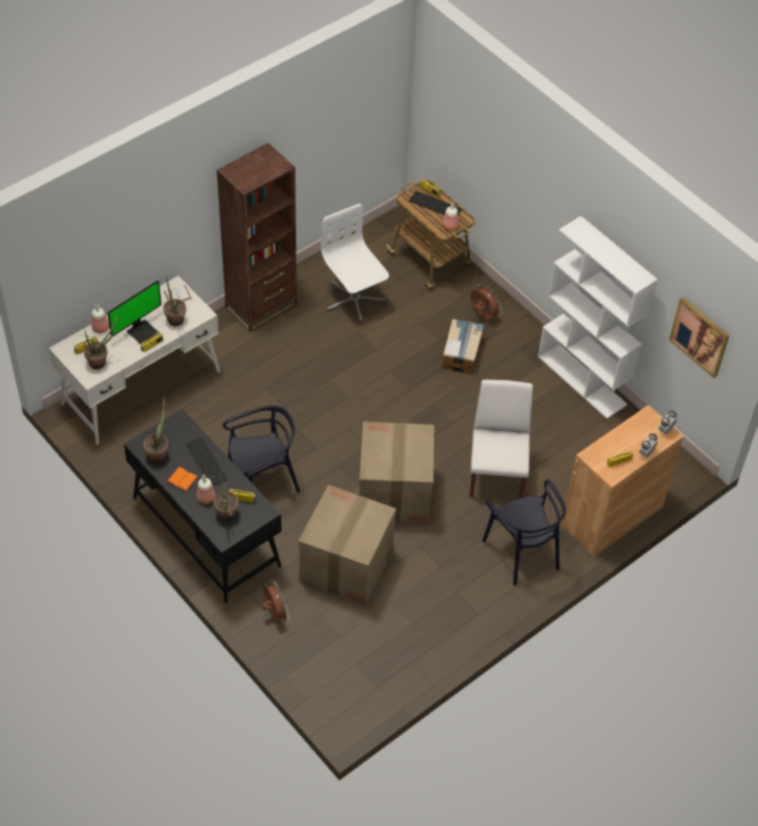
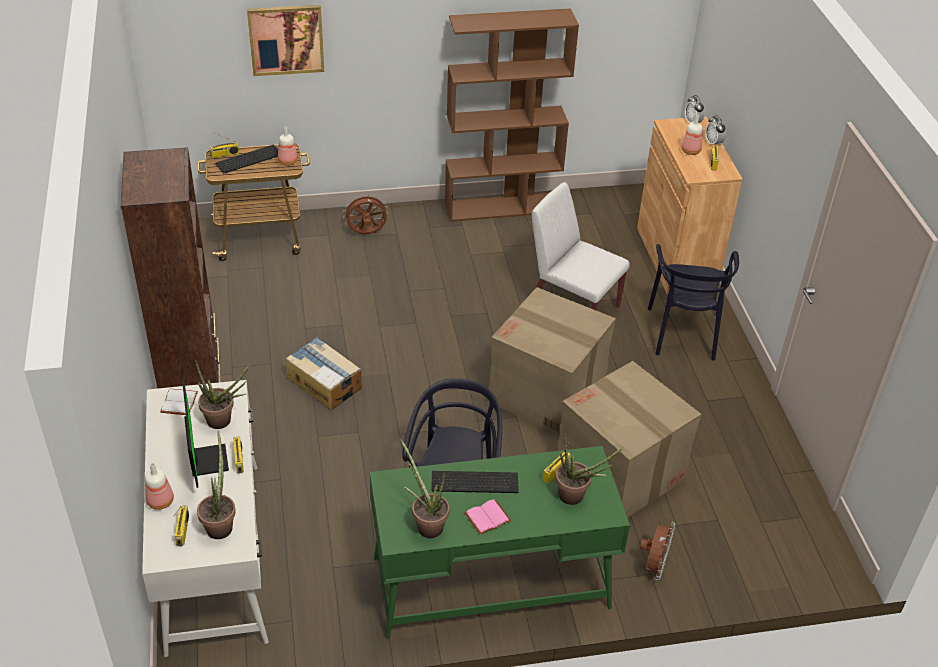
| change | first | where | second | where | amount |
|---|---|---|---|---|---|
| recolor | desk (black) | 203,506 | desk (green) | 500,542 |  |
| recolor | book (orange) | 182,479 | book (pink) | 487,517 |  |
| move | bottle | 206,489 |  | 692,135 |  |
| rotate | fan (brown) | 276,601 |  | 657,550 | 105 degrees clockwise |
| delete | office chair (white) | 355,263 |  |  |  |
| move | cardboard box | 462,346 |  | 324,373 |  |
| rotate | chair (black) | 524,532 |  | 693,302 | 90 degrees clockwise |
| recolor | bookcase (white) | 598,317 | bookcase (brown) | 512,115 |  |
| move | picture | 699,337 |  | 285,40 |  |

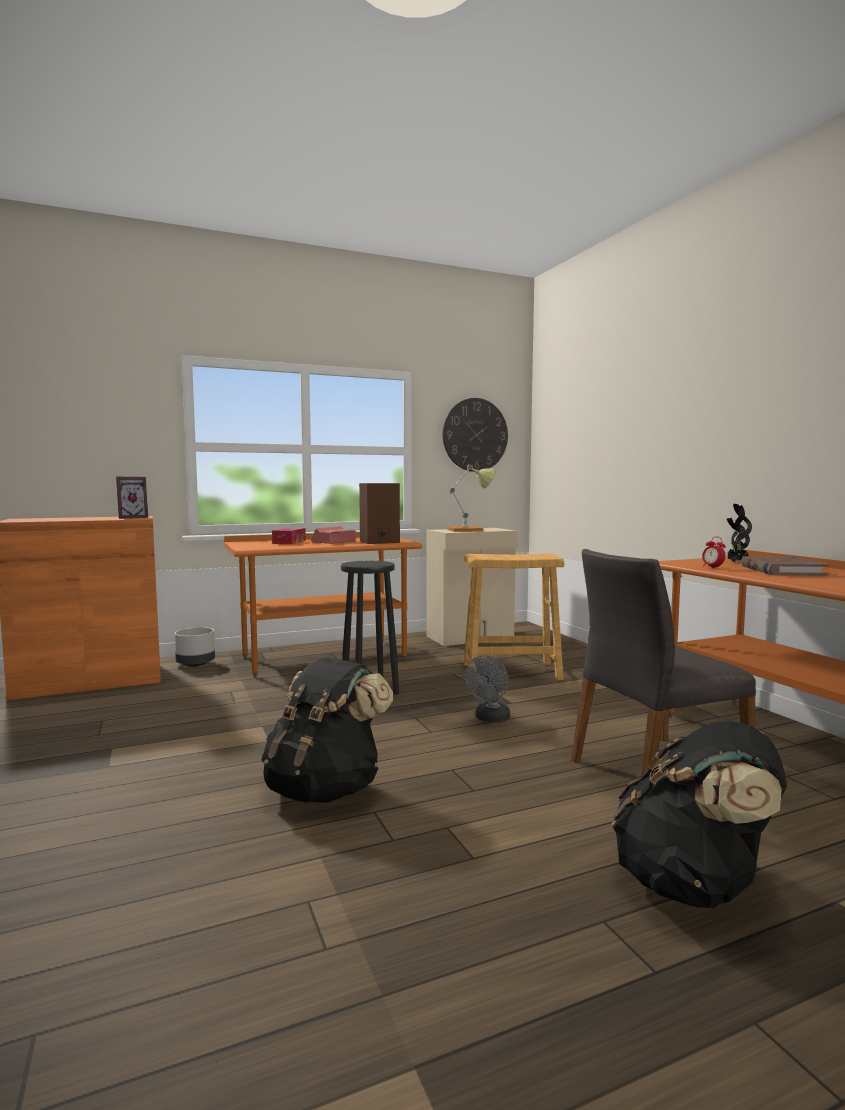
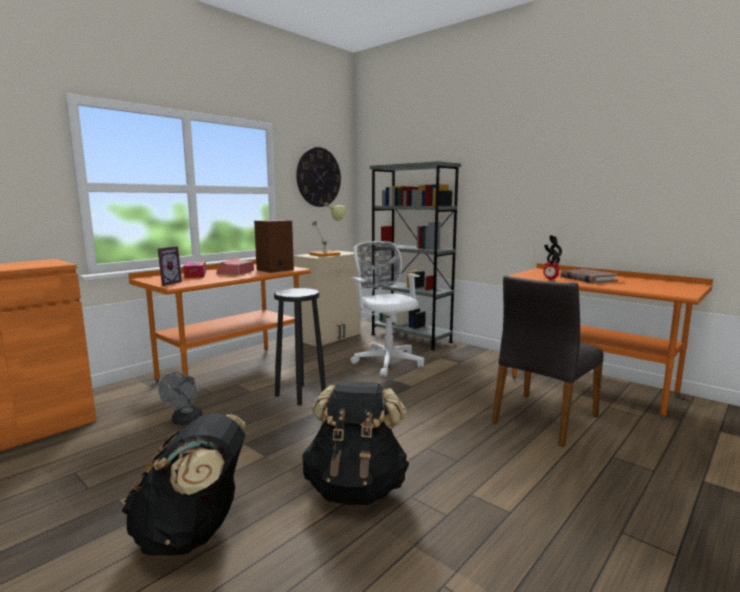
| change | first | where | second | where | amount |
|---|---|---|---|---|---|
| move | picture frame | 132,498 |  | 170,266 |  |
| delete | planter (grey) | 194,647 |  |  |  |
| replace | stool (beige) | 513,617 | office chair (white) | 387,309 |  |
| move | fan (grey) | 487,689 |  | 180,398 |  |
| move | backpack (black) | 699,814 |  | 184,484 |  |
| insert |  |  | bookcase (grey) | 415,255 |  |

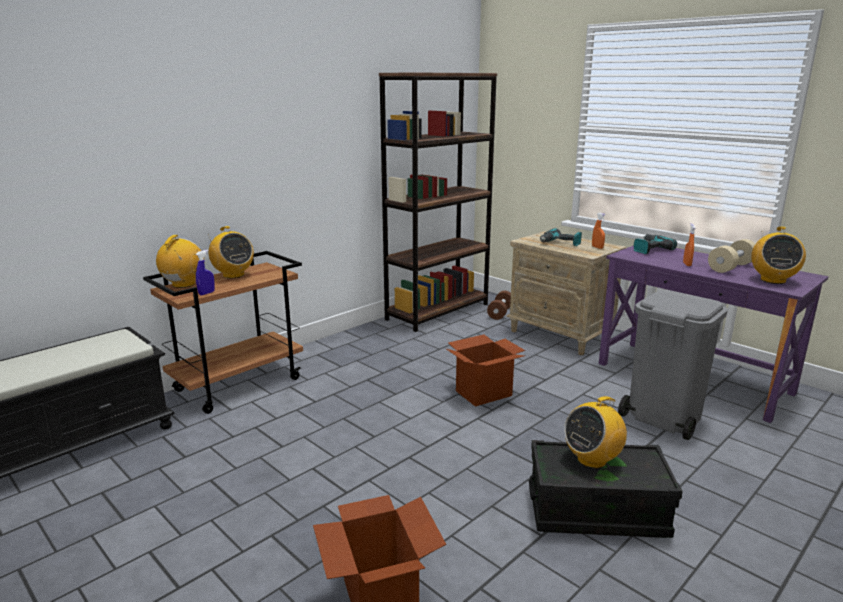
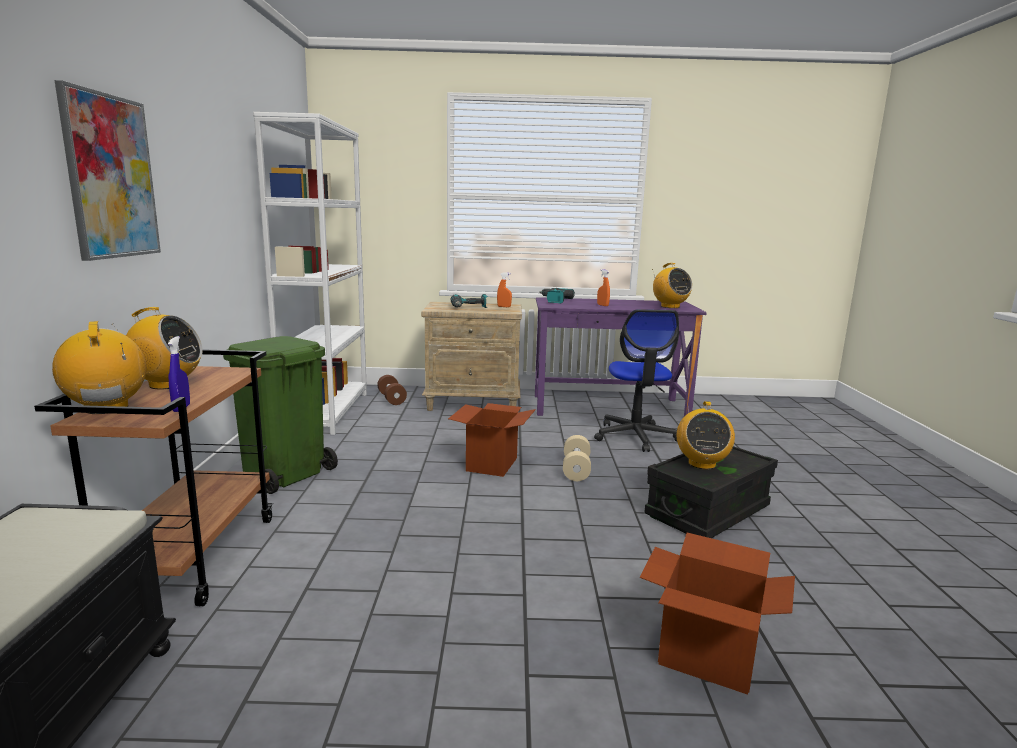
| change | first | where | second | where | amount |
|---|---|---|---|---|---|
| recolor | bookcase (brown) | 438,202 | bookcase (white) | 310,273 |  |
| replace | trash can (grey) | 673,365 | office chair | 636,380 |  |
| move | dumbbell (beige) | 731,256 |  | 577,458 |  |
| insert |  |  | picture | 108,170 |  |
| insert |  |  | trash can (green) | 280,415 |  |

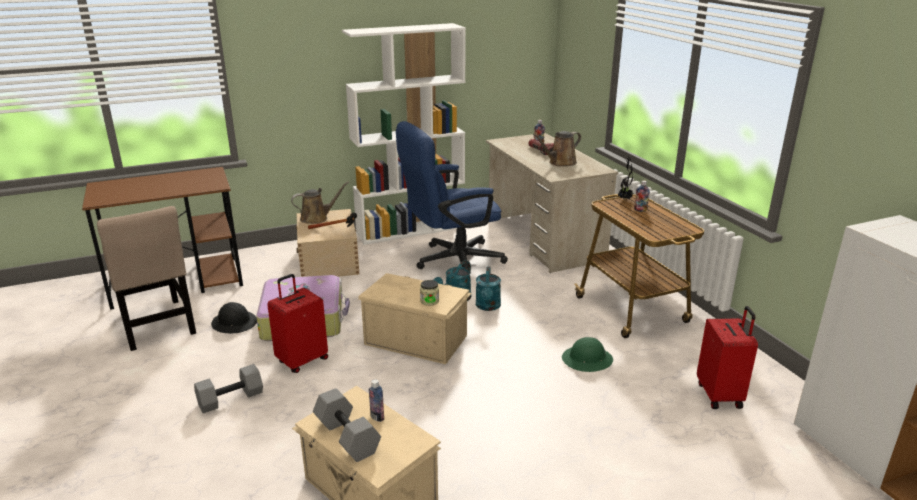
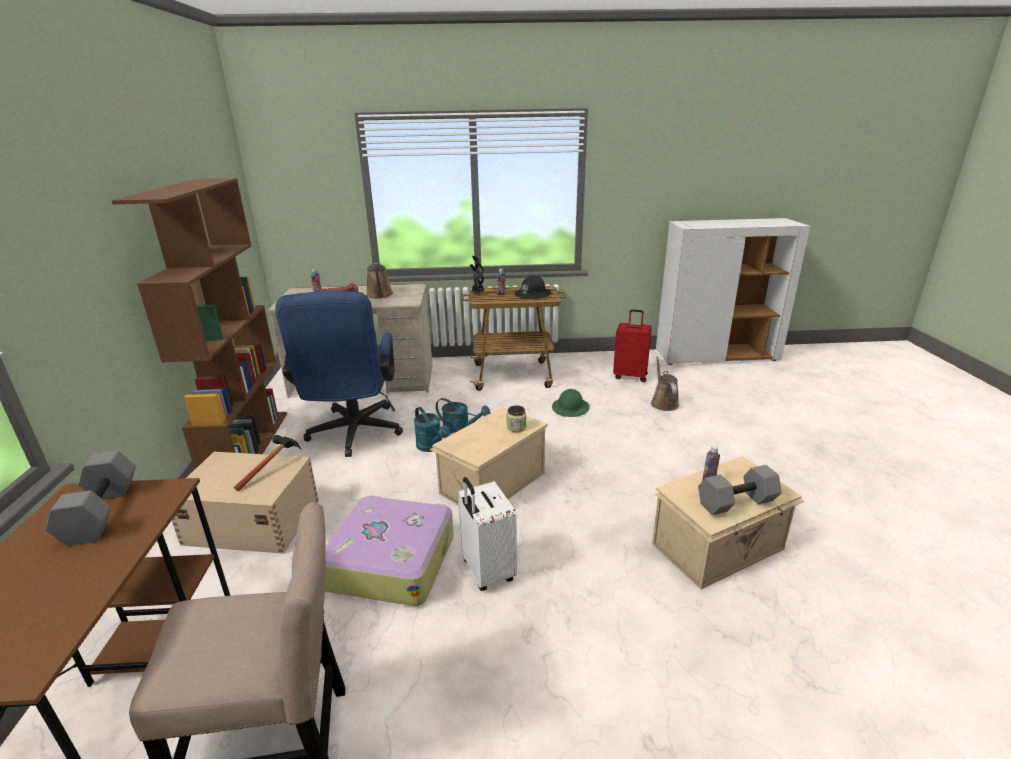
| change | first | where | second | where | amount |
|---|---|---|---|---|---|
| move | dumbbell (grey) | 228,388 |  | 91,498 |  |
| move | hard hat (black) | 234,318 |  | 533,287 |  |
| recolor | suitcase (red) | 297,323 | suitcase (white) | 487,534 |  |
| move | watering can (brown) | 320,203 |  | 665,383 |  |
| recolor | bookcase (white) | 404,134 | bookcase (brown) | 199,323 |  |

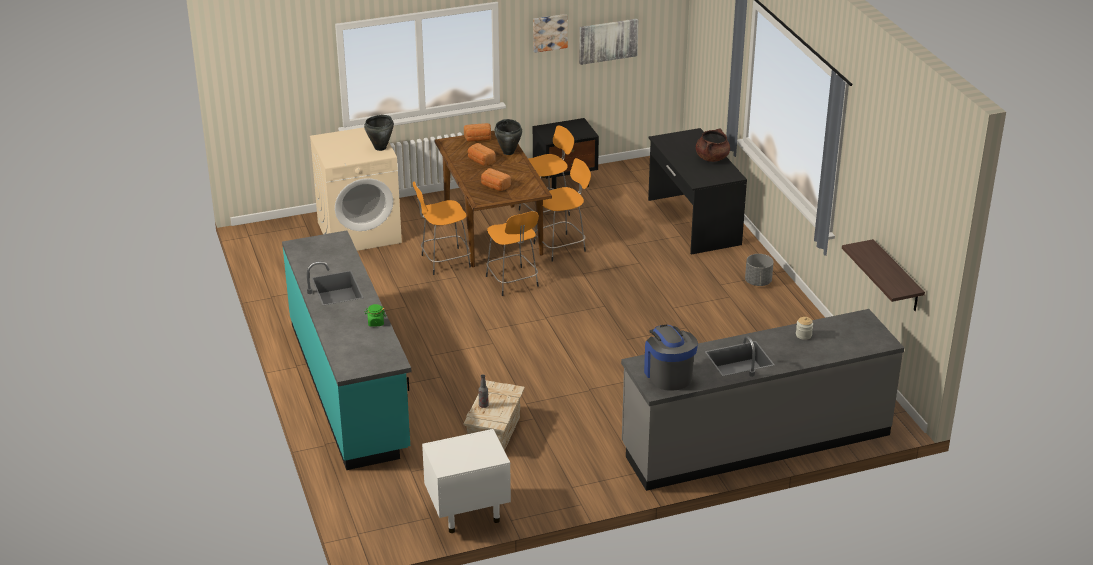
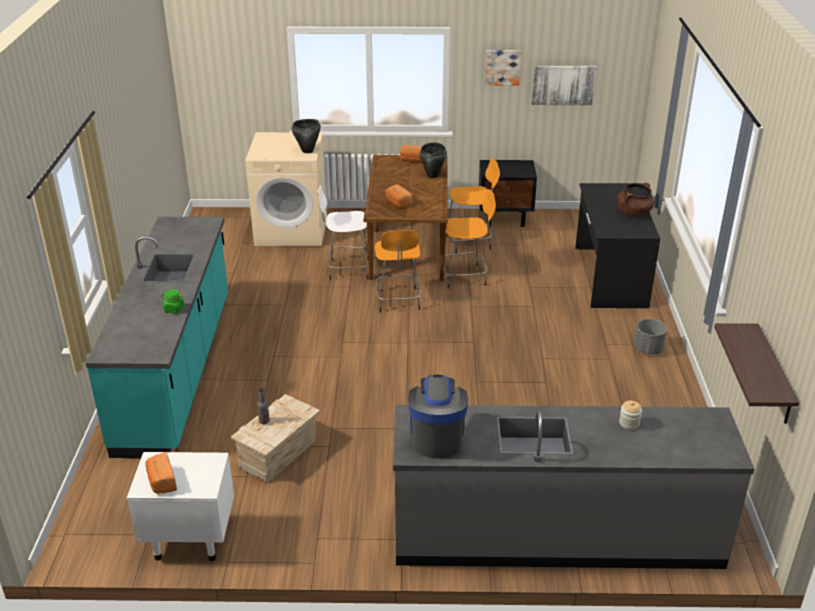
| change | first | where | second | where | amount |
|---|---|---|---|---|---|
| recolor | stool (orange) | 442,228 | stool (white) | 343,232 |  |
| move | bread | 481,154 |  | 161,473 |  |

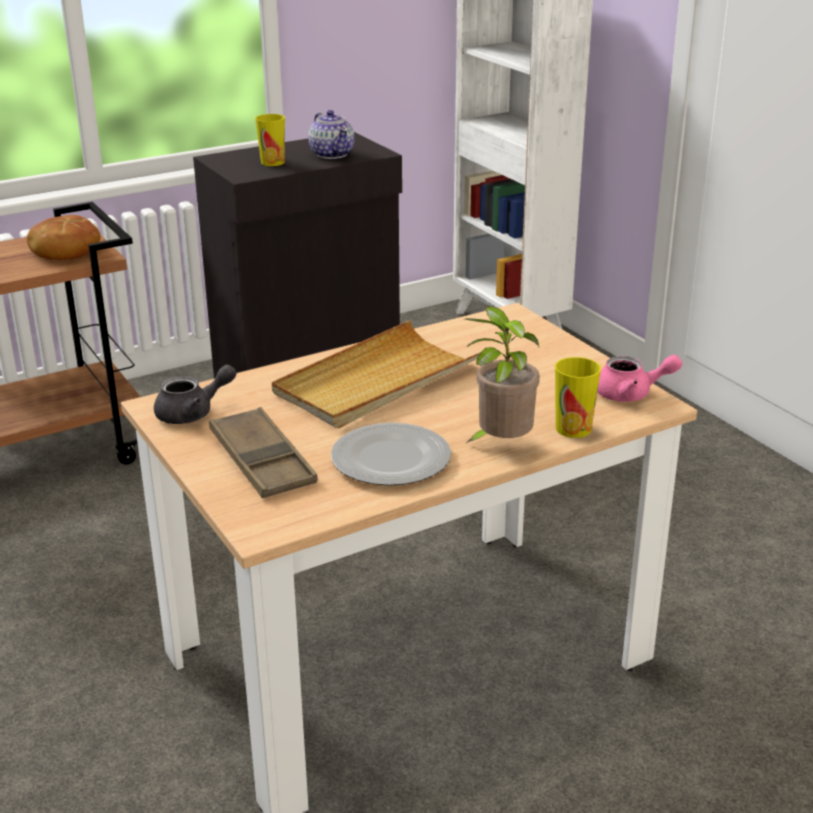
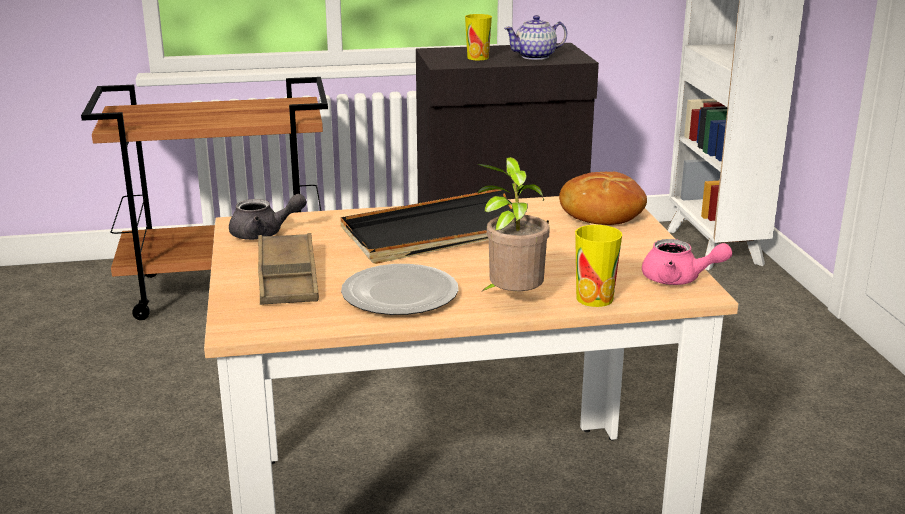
| change | first | where | second | where | amount |
|---|---|---|---|---|---|
| move | bread | 64,237 |  | 603,198 |  |
| recolor | tray (beige) | 376,374 | tray (black) | 444,226 |  |
| rotate | teapot | 331,134 |  | 535,37 | 75 degrees clockwise |

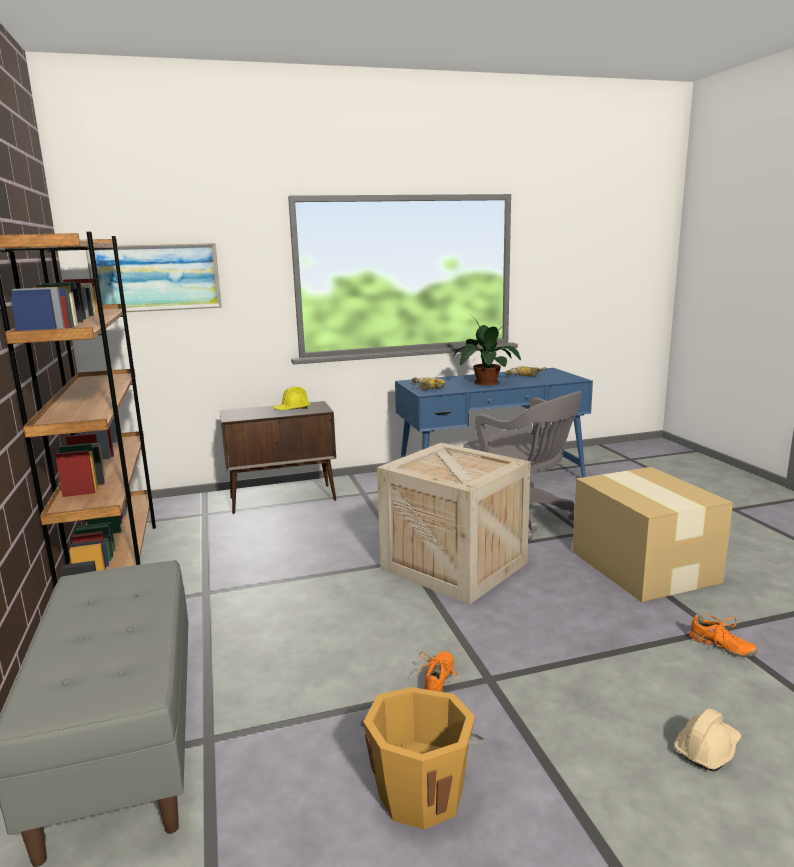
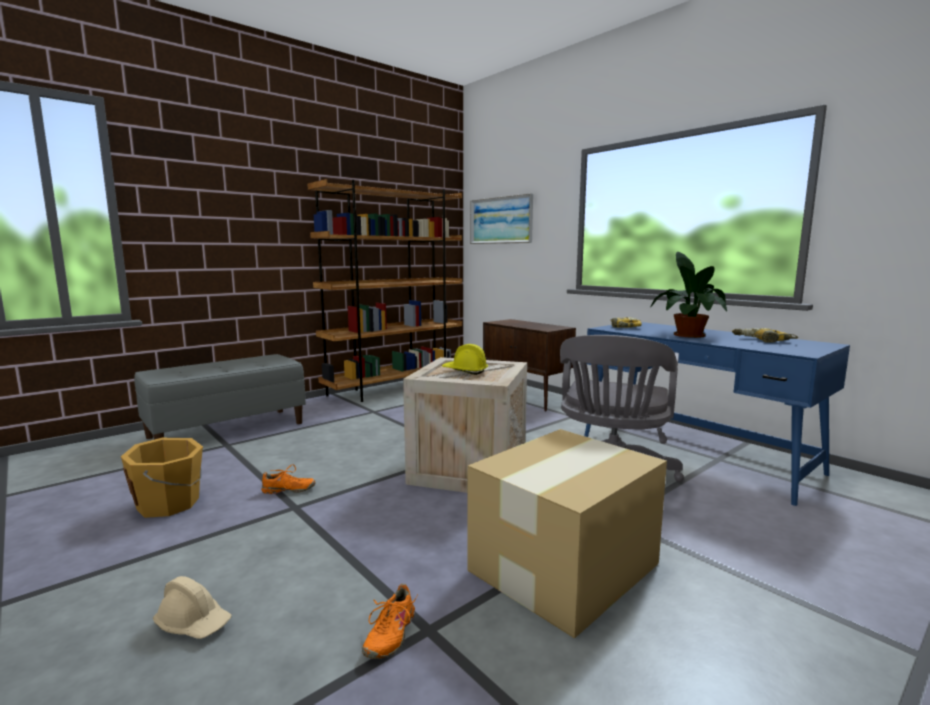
| change | first | where | second | where | amount |
|---|---|---|---|---|---|
| move | hard hat (yellow) | 291,398 |  | 465,359 |  |

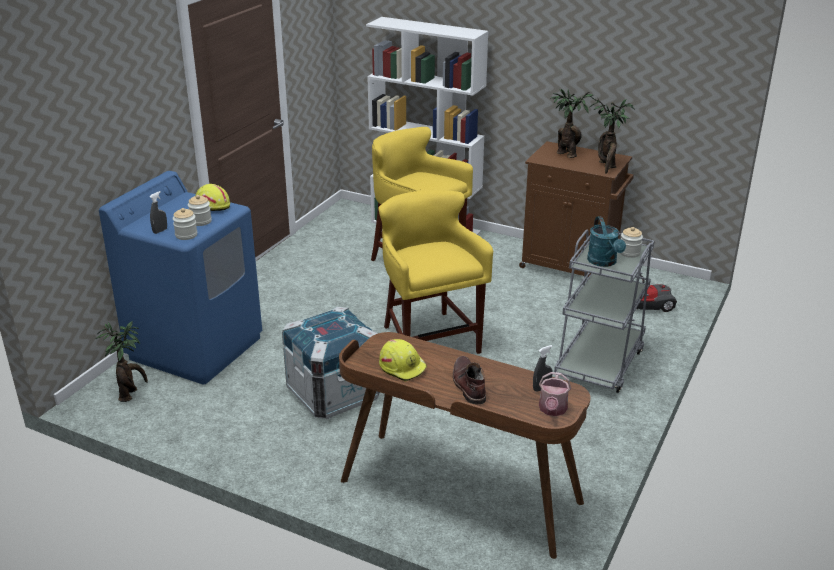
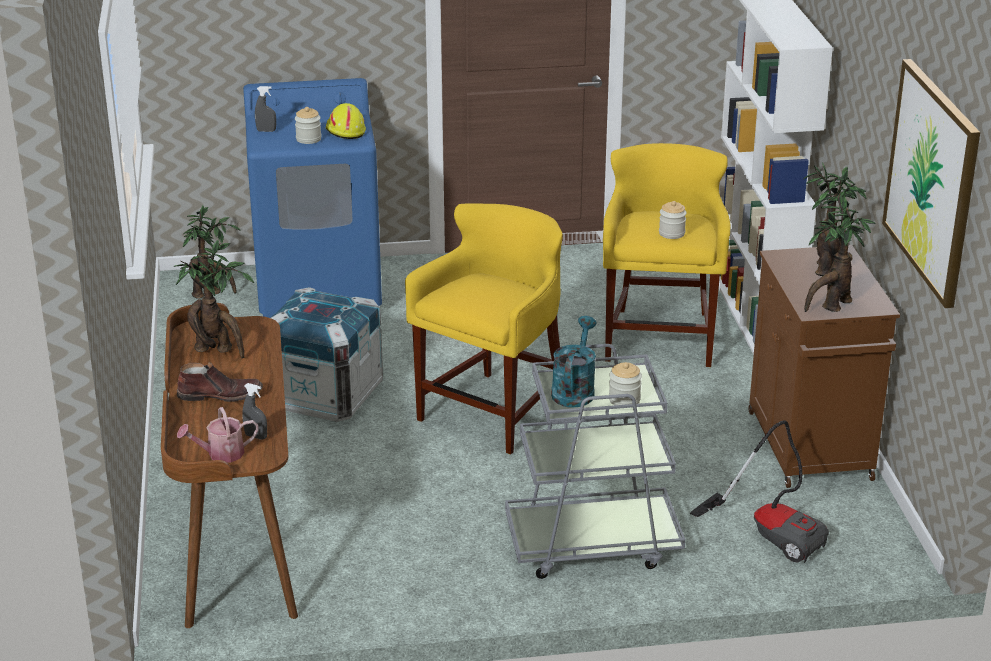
| change | first | where | second | where | amount |
|---|---|---|---|---|---|
| move | jar | 185,224 |  | 673,220 |  |
| replace | hard hat (yellow) | 403,360 | potted plant | 214,299 |  |
| rotate | boot (brown) | 469,380 |  | 220,382 | 45 degrees clockwise |
| rotate | watering can (turquoise) | 606,241 |  | 574,362 | 150 degrees clockwise |
| insert |  |  | picture | 931,183 |  |

